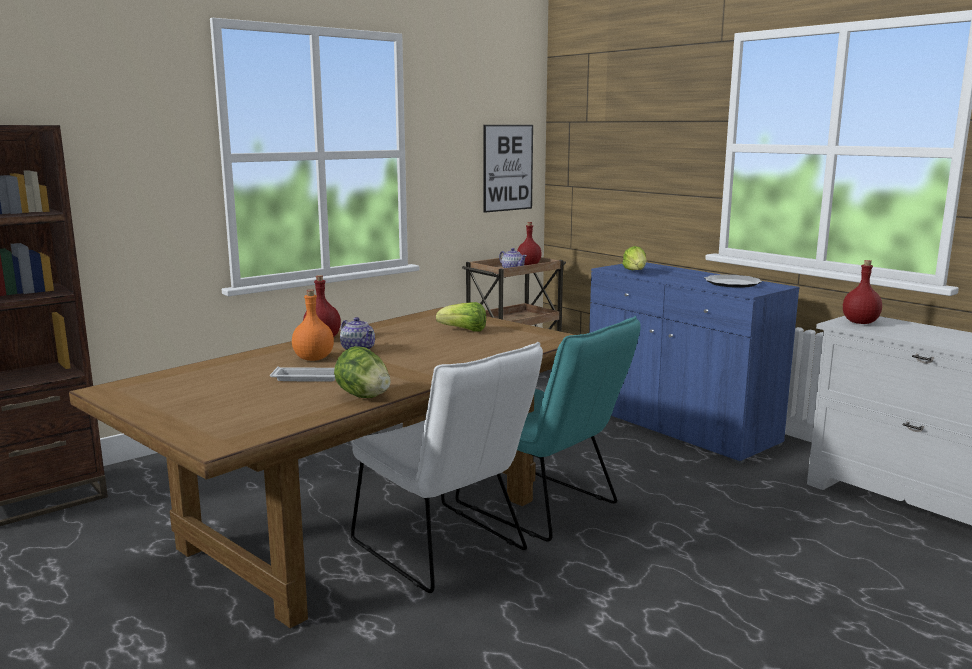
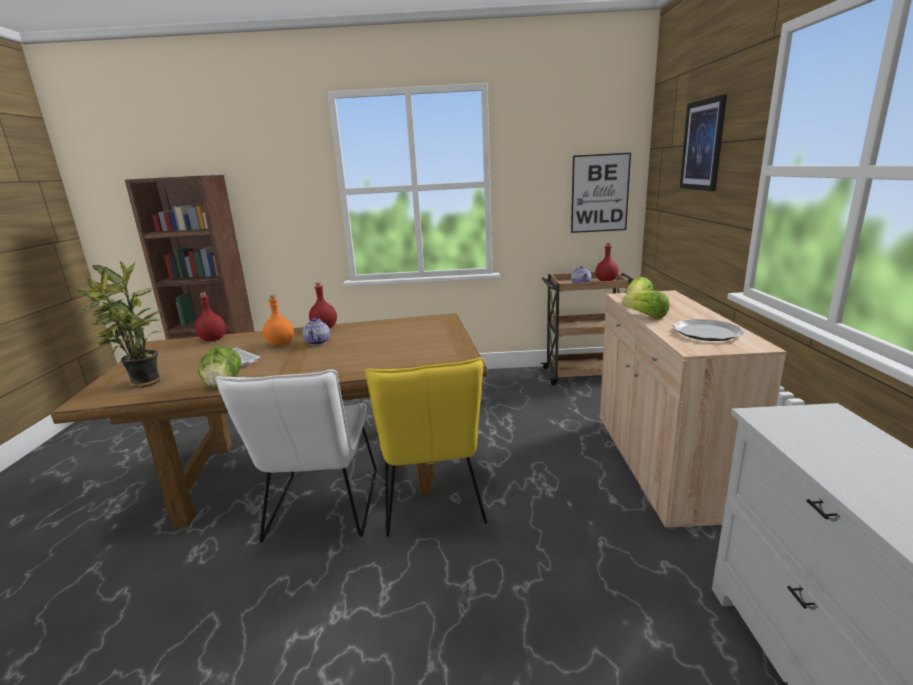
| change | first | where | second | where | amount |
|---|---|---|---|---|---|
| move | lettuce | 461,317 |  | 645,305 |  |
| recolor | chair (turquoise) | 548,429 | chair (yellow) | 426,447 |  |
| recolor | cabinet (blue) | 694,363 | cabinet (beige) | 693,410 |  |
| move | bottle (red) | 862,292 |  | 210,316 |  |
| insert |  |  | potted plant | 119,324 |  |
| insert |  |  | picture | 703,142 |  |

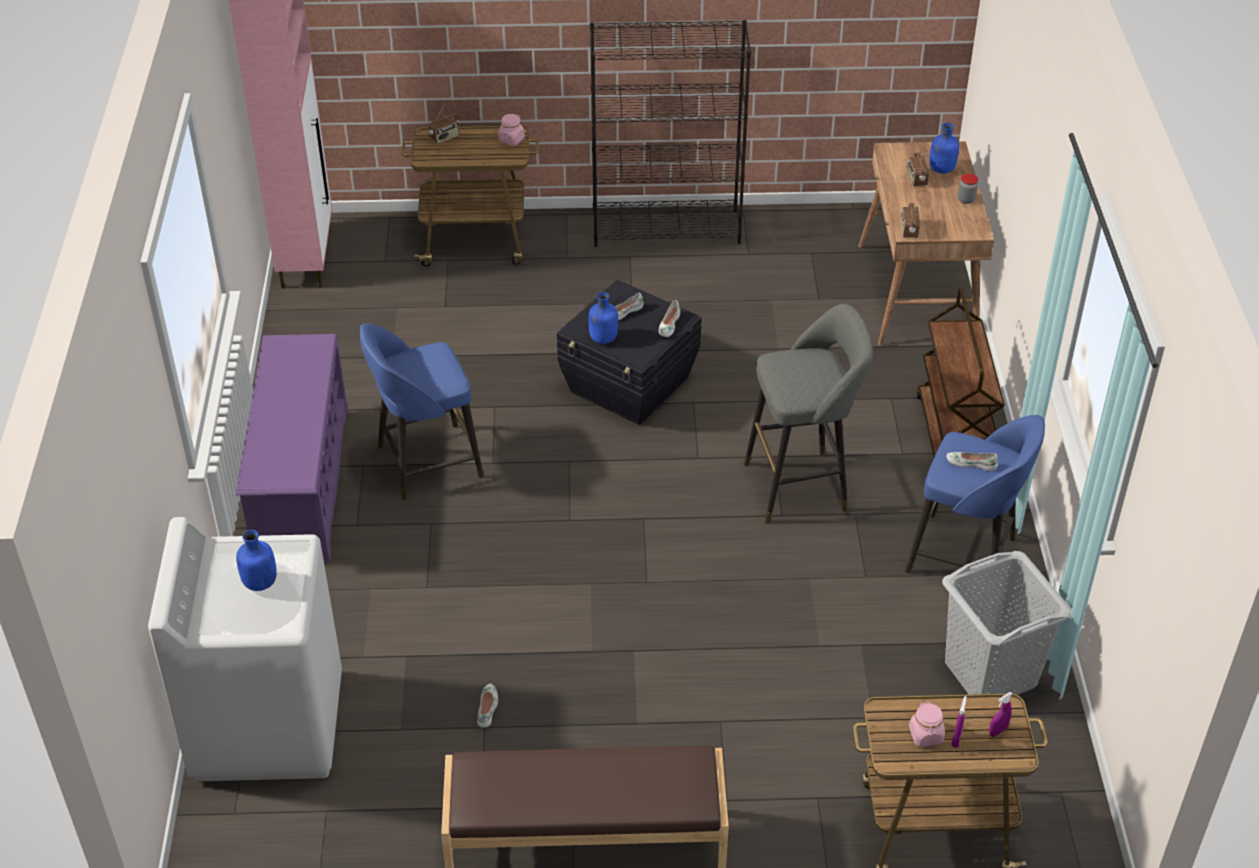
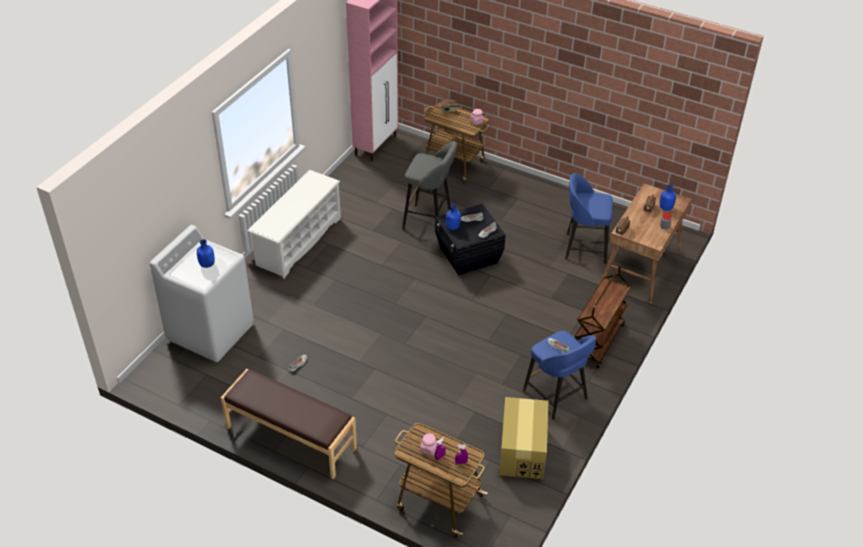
| change | first | where | second | where | amount |
|---|---|---|---|---|---|
| recolor | shoe rack (purple) | 292,448 | shoe rack (white) | 294,224 |  |
| move | stool (blue) | 422,411 |  | 589,218 |  |
| delete | bookcase (black) | 670,133 |  |  |  |
| move | stool (grey) | 808,414 |  | 429,185 |  |
| replace | laundry basket (grey) | 1007,623 | cardboard box | 523,438 |  |

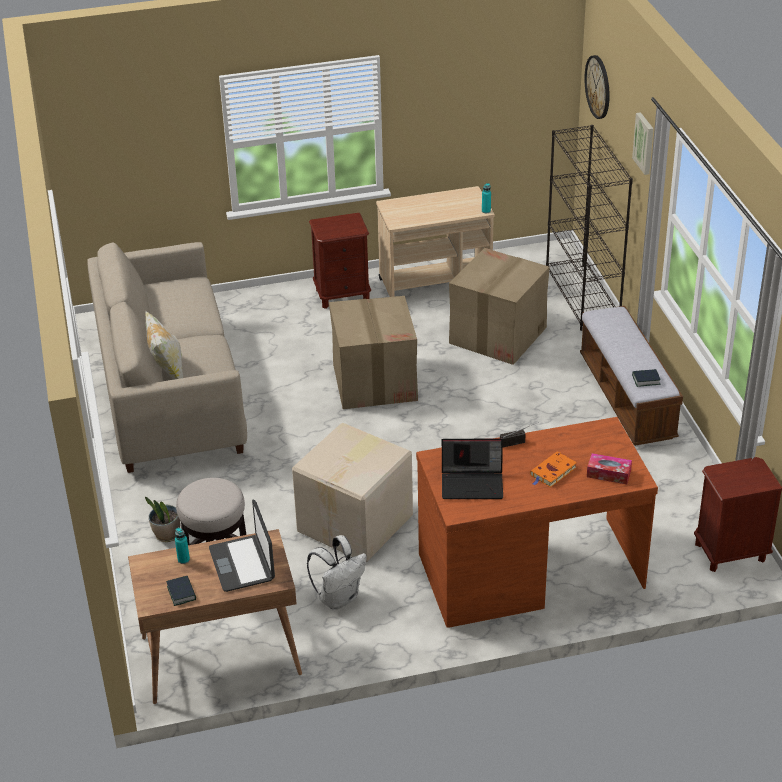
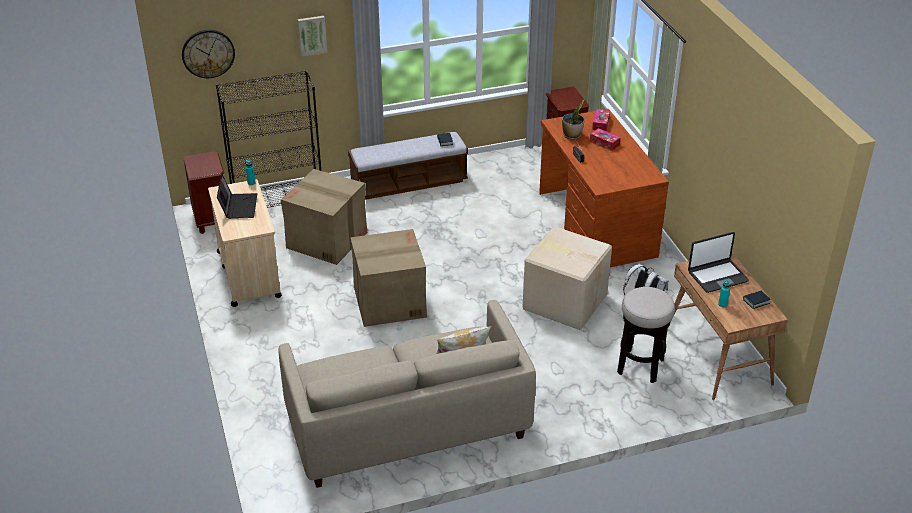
| change | first | where | second | where | amount |
|---|---|---|---|---|---|
| move | potted plant | 162,519 |  | 573,119 |  |
| move | nightstand (brown) | 340,261 |  | 203,193 |  |
| move | laptop | 472,469 |  | 237,196 |  |
| replace | book (orange) | 553,469 | tissue box | 605,139 |  |

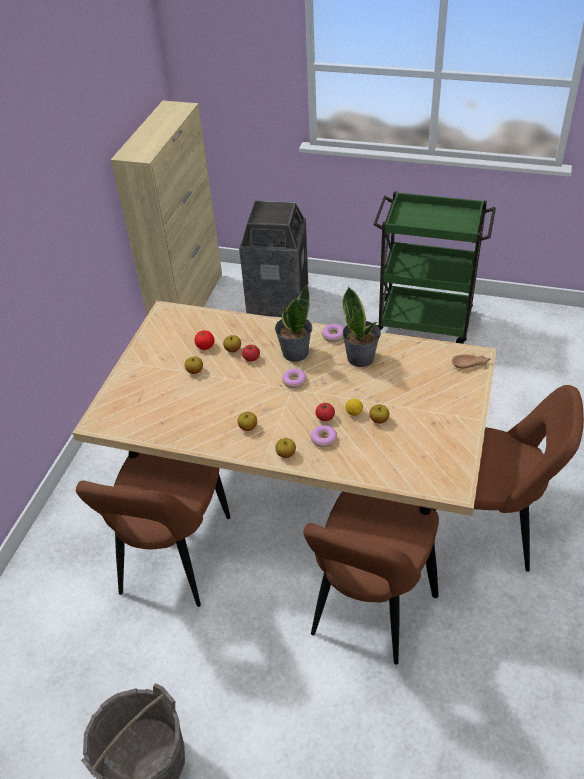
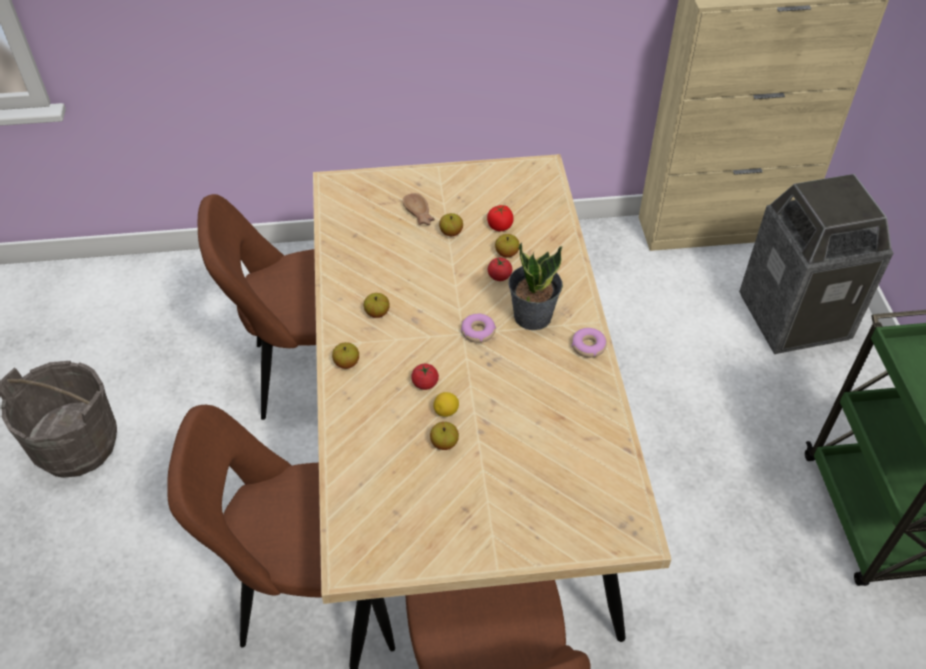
| change | first | where | second | where | amount |
|---|---|---|---|---|---|
| delete | donut | 324,436 |  |  |  |
| delete | potted plant | 361,327 |  |  |  |
| move | bowl (brown) | 471,361 |  | 419,209 |  |

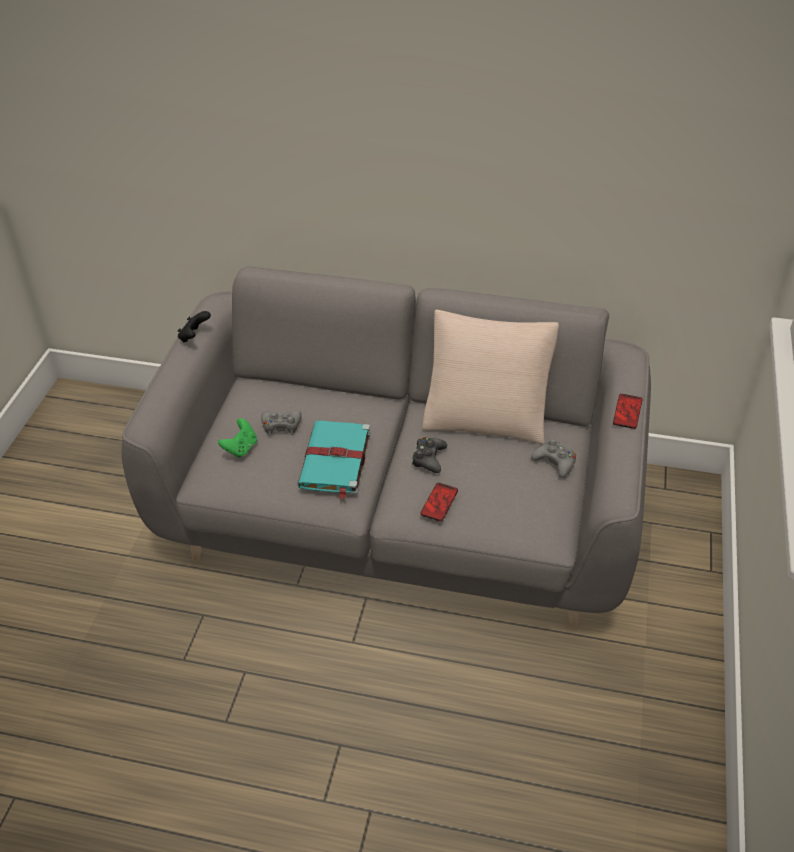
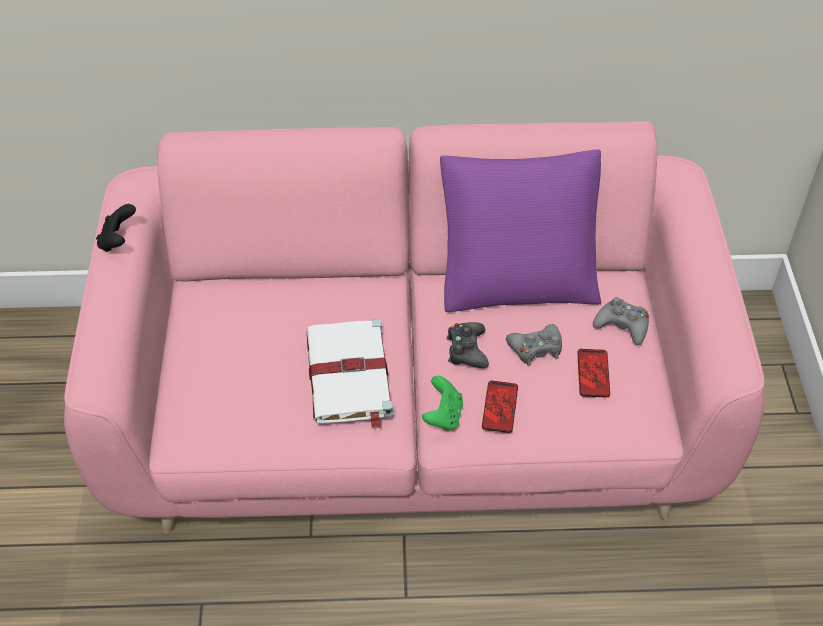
| change | first | where | second | where | amount |
|---|---|---|---|---|---|
| recolor | sofa (grey) | 386,447 | sofa (pink) | 414,327 |  |
| move | game controller (green) | 237,438 |  | 442,403 |  |
| move | game controller (grey) | 281,423 |  | 534,345 |  |
| recolor | book (turquoise) | 334,460 | book (white) | 350,373 |  |
| recolor | pillow (beige) | 490,377 | pillow (purple) | 520,230 |  |
| move | phone | 628,411 |  | 594,373 |  |

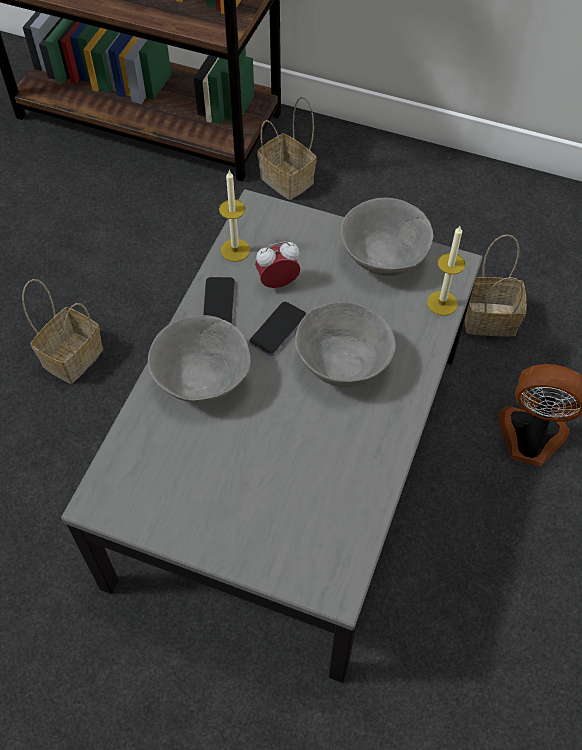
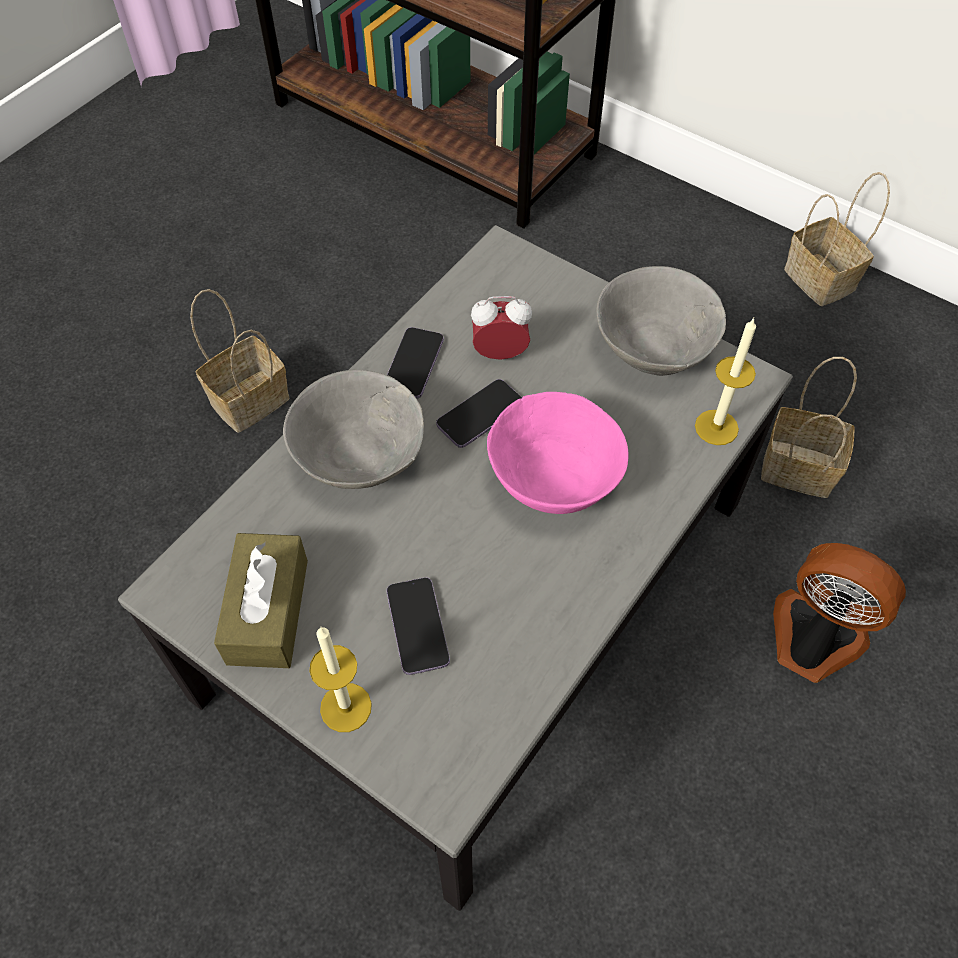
| change | first | where | second | where | amount |
|---|---|---|---|---|---|
| move | candle | 234,216 |  | 340,679 |  |
| move | basket | 287,148 |  | 837,239 |  |
| recolor | bowl (grey) | 345,344 | bowl (pink) | 558,453 |  |
| insert |  |  | tissue box (brown) | 261,600 |  |
| insert |  |  | phone | 418,626 |  |

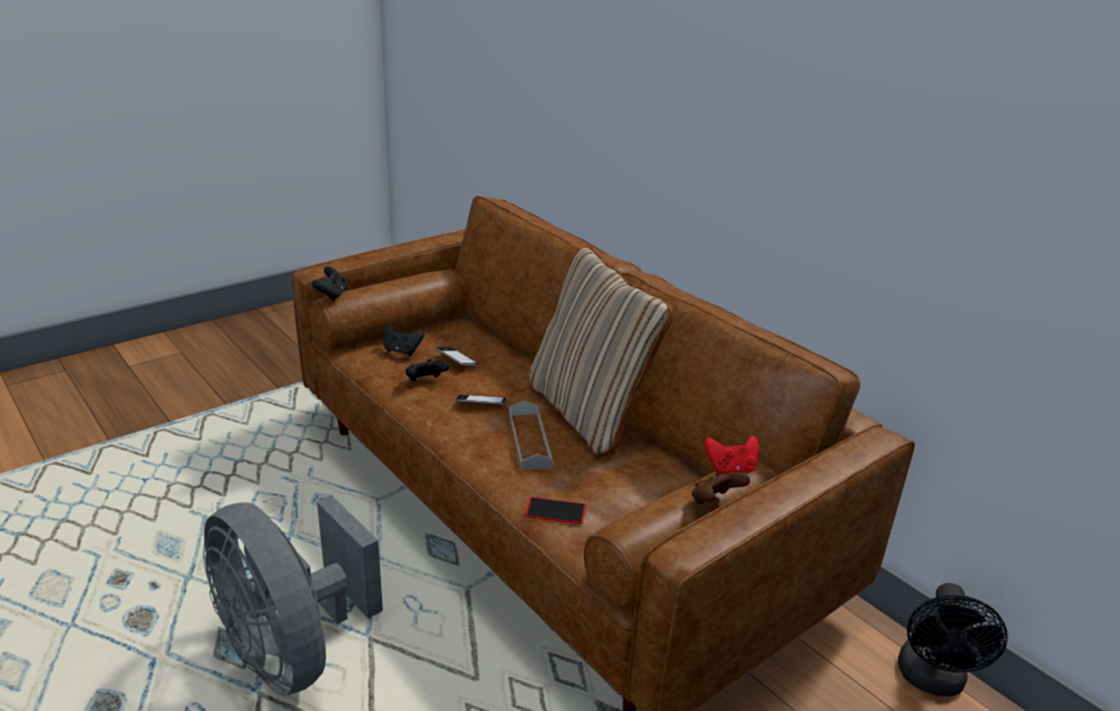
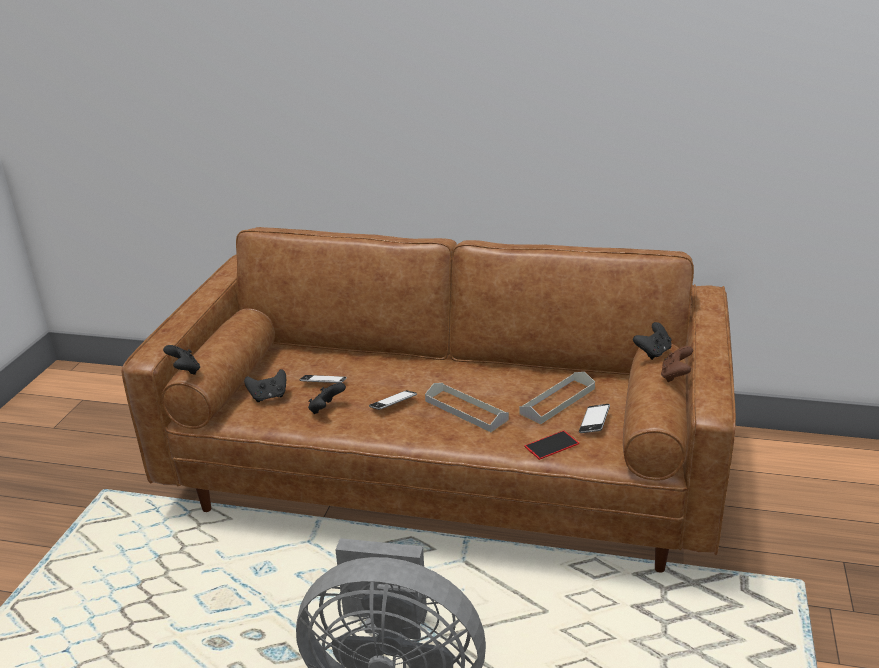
| change | first | where | second | where | amount |
|---|---|---|---|---|---|
| delete | pillow (beige) | 602,350 |  |  |  |
| recolor | game controller (red) | 731,455 | game controller (black) | 652,341 |  |
| delete | fan (black) | 953,639 |  |  |  |
| insert |  |  | tray (grey) | 557,398 |  |
| insert |  |  | phone | 594,418 |  |

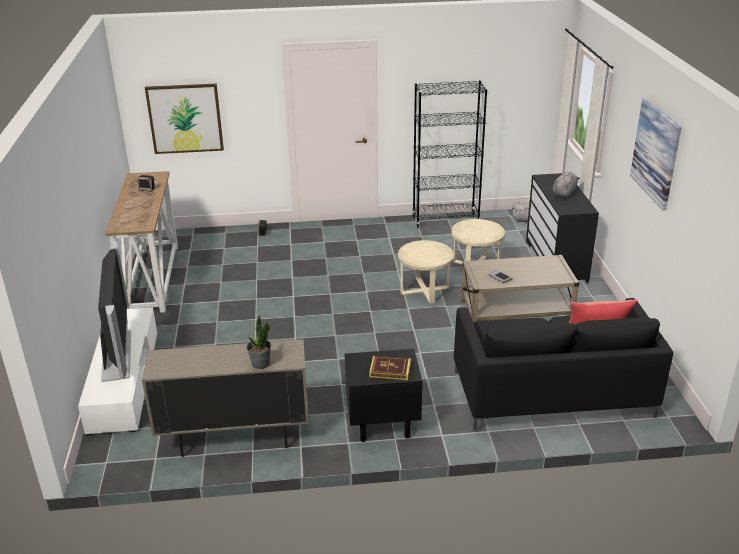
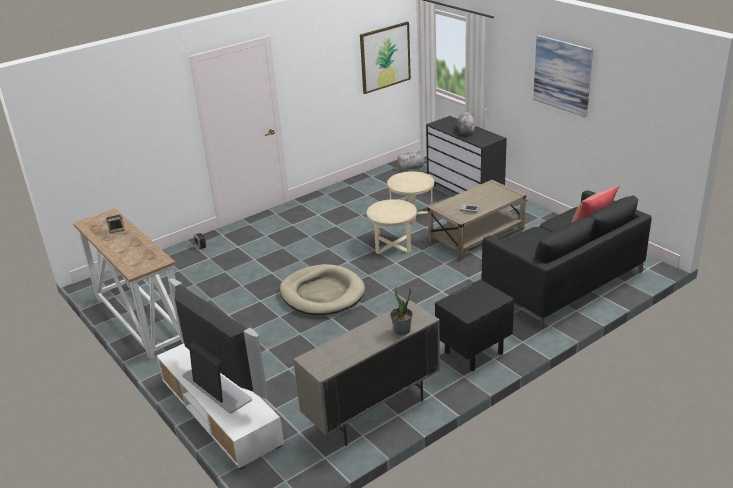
| change | first | where | second | where | amount |
|---|---|---|---|---|---|
| move | picture | 184,119 |  | 385,58 |  |
| delete | book | 390,368 |  |  |  |
| delete | bookcase (black) | 449,154 |  |  |  |
| insert |  |  | dog bed (beige) | 322,289 |  |

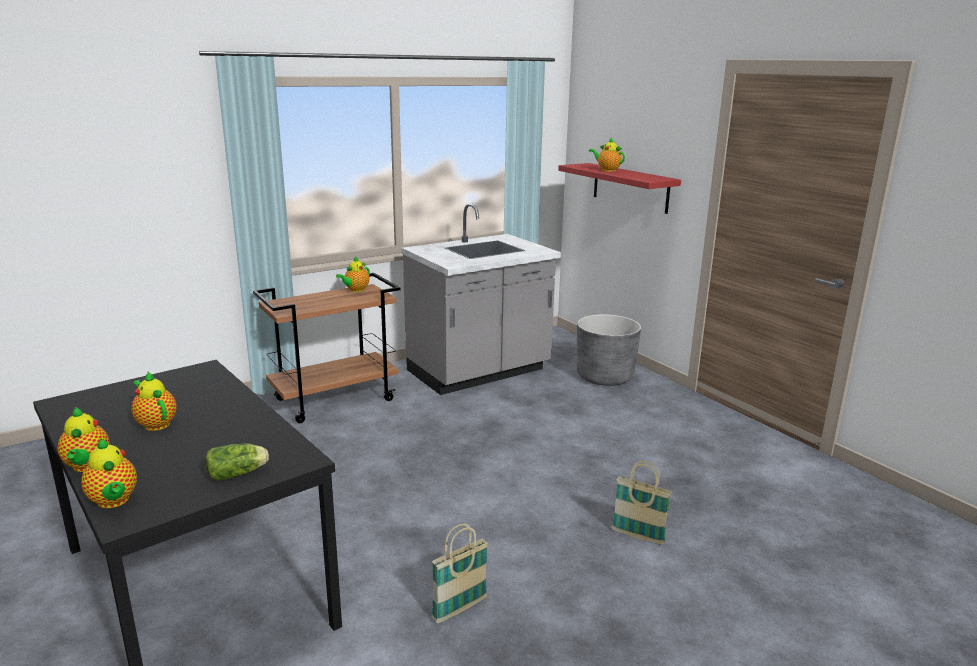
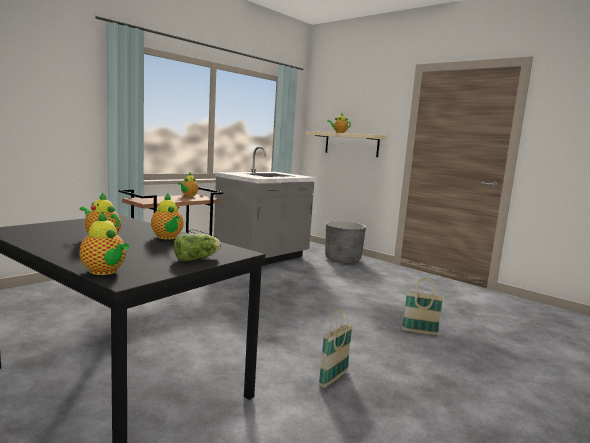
| change | first | where | second | where | amount |
|---|---|---|---|---|---|
| move | teapot | 84,439 |  | 167,216 |  |
| recolor | shelf (red) | 619,188 | shelf (beige) | 346,144 |  |

